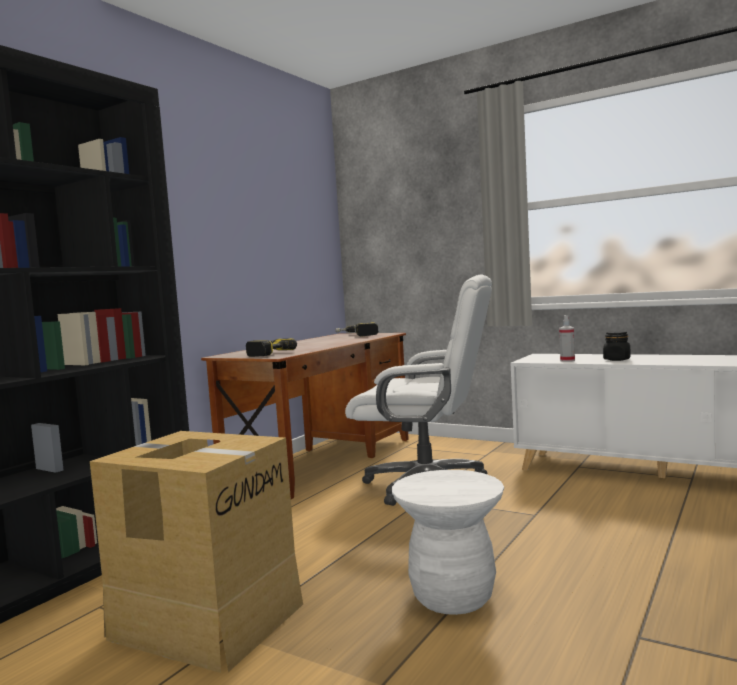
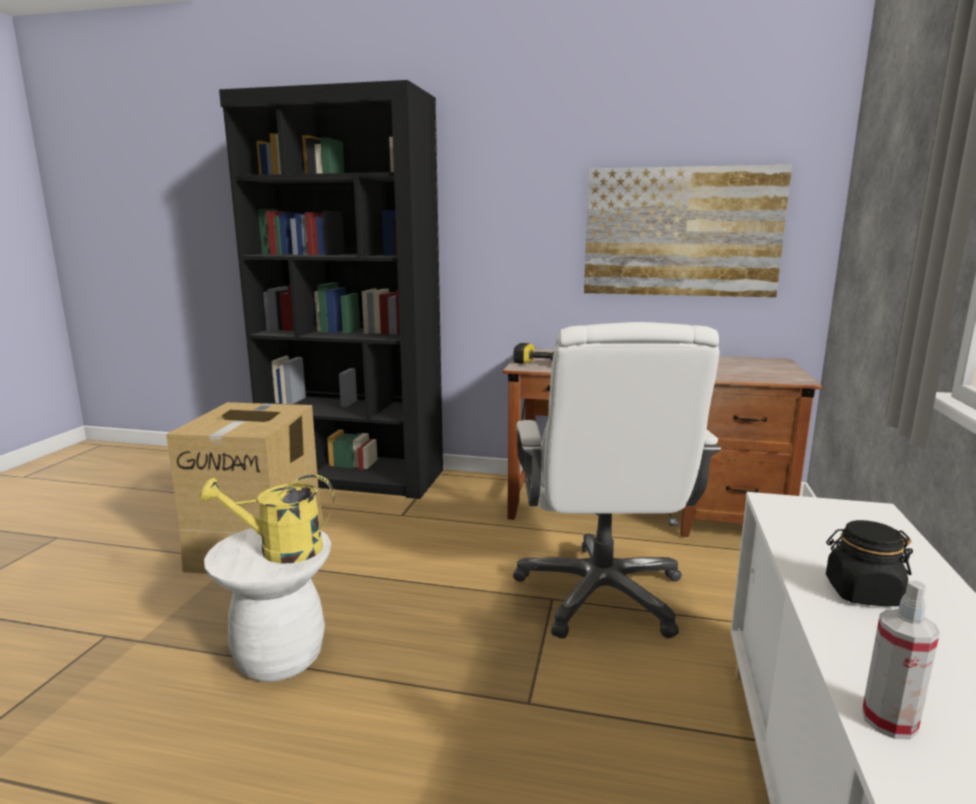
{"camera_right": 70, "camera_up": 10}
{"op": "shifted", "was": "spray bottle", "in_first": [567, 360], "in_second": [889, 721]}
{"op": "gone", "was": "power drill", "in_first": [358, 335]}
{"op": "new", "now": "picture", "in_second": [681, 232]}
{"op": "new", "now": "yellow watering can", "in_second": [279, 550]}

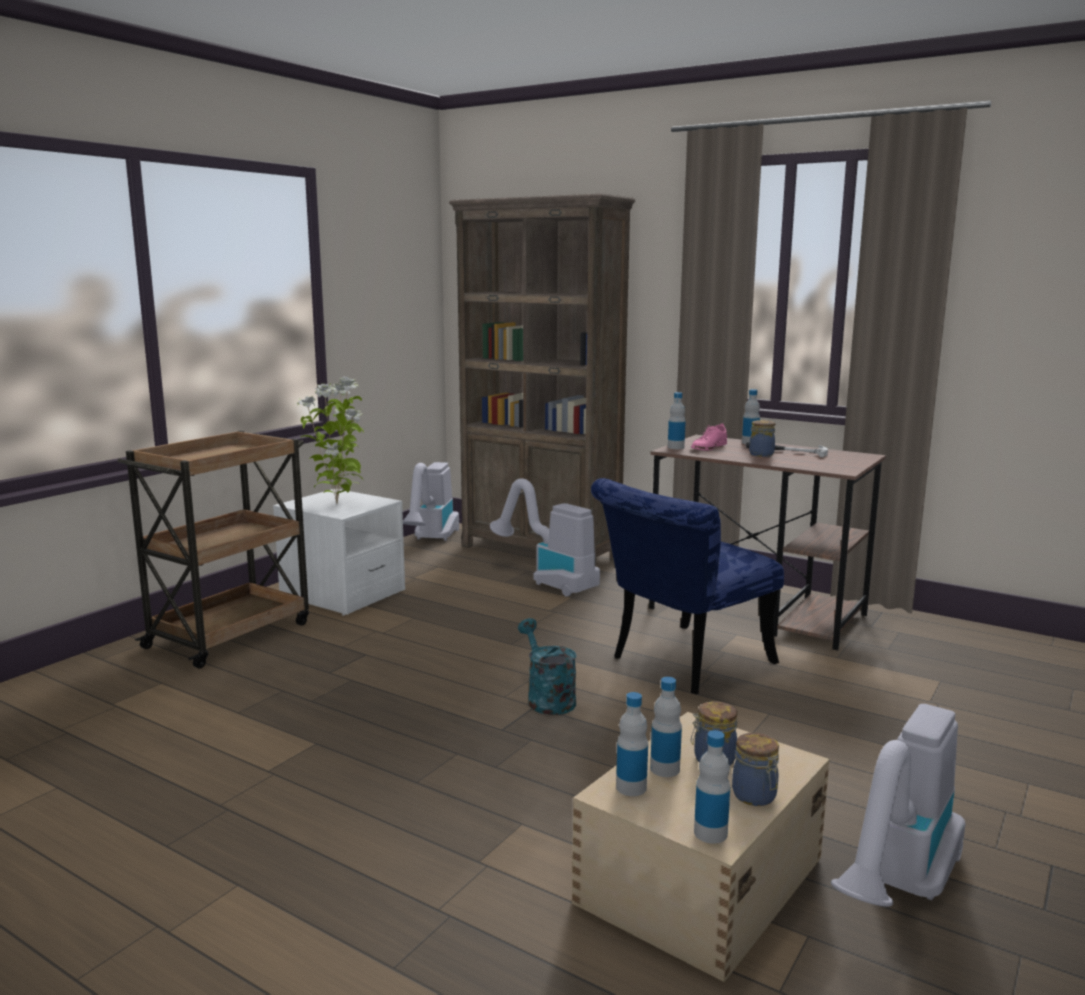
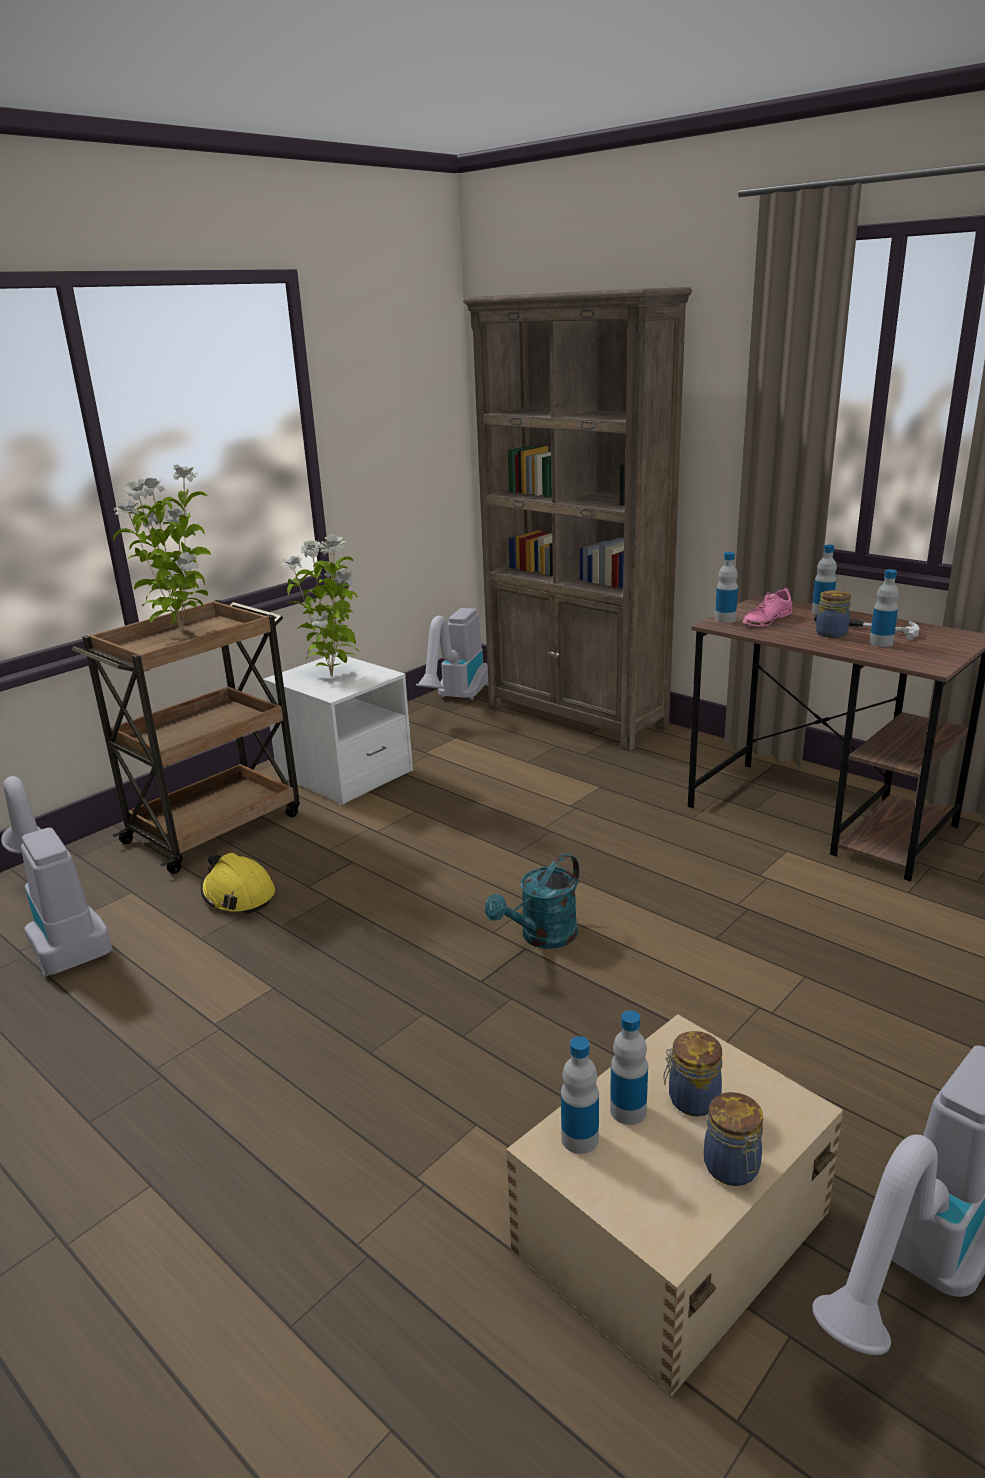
{"camera_right": 10, "camera_up": 10}
{"op": "shifted", "was": "vacuum cleaner", "in_first": [547, 580], "in_second": [59, 931]}
{"op": "gone", "was": "blue chair", "in_first": [681, 663]}
{"op": "rotated", "was": "turquoise watering can", "in_first": [547, 698], "in_second": [542, 937], "clockwise": -120}
{"op": "shifted", "was": "bottle", "in_first": [710, 833], "in_second": [881, 643]}
{"op": "new", "now": "potted plant", "in_second": [181, 633]}
{"op": "new", "now": "yellow hard hat", "in_second": [238, 894]}

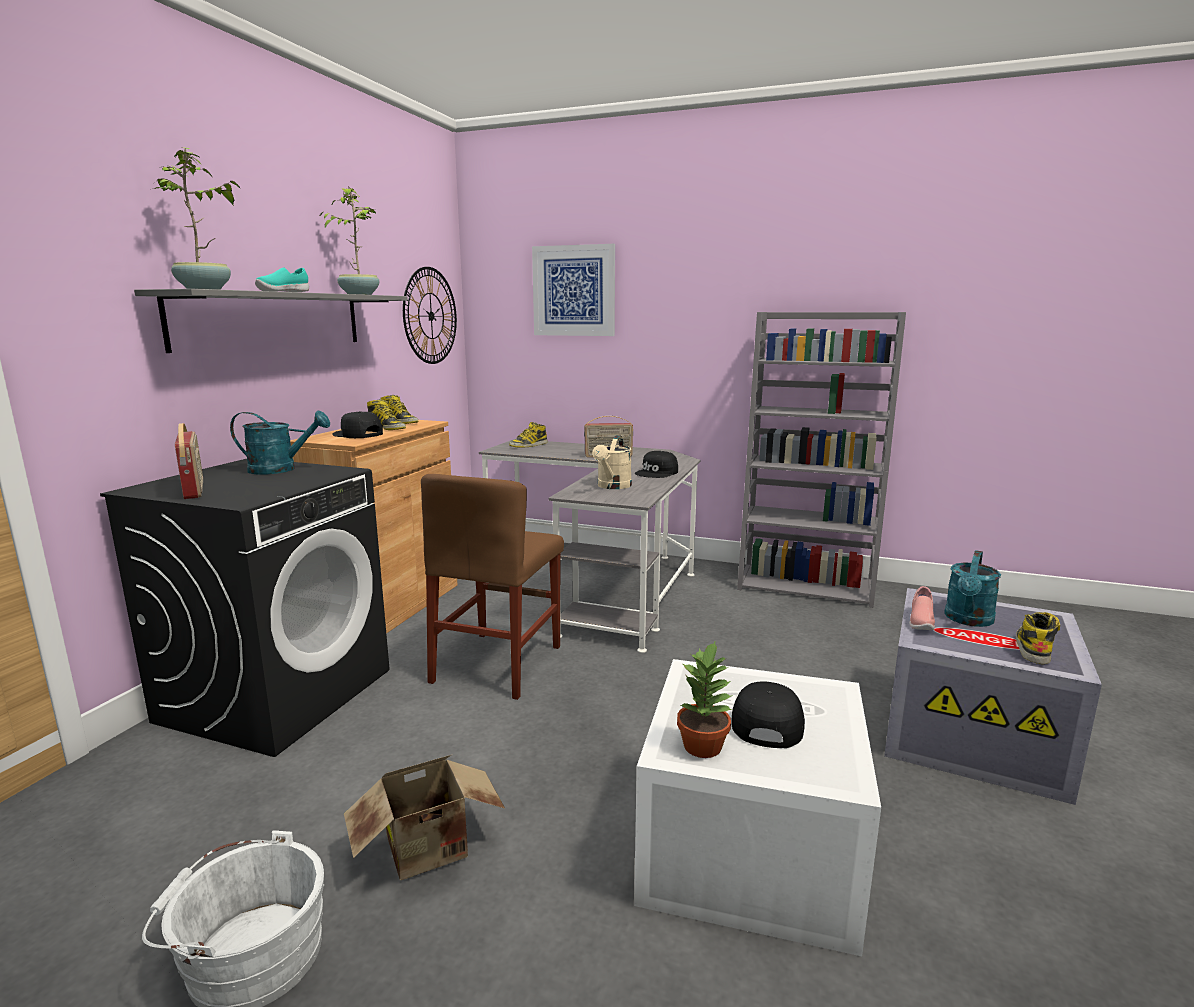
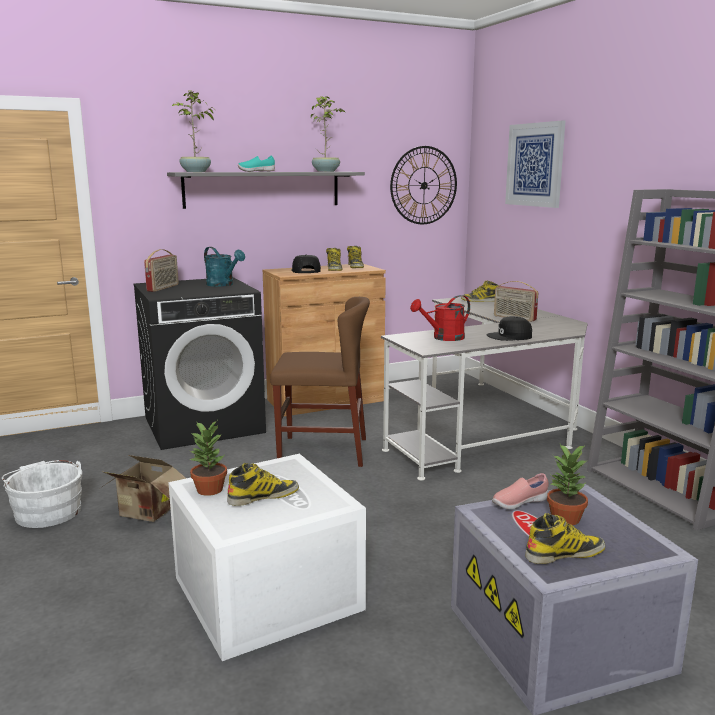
{"camera_right": 45, "camera_up": 0}
{"op": "repainted", "was": "beige watering can", "now": "red watering can", "in_first": [612, 486], "in_second": [443, 338]}
{"op": "rotated", "was": "brown chair", "in_first": [497, 663], "in_second": [323, 451], "clockwise": -150}
{"op": "swapped", "was": "turquoise watering can", "now": "potted plant", "in_first": [968, 620], "in_second": [566, 519]}
{"op": "swapped", "was": "black cap", "now": "boot", "in_first": [766, 722], "in_second": [263, 496]}

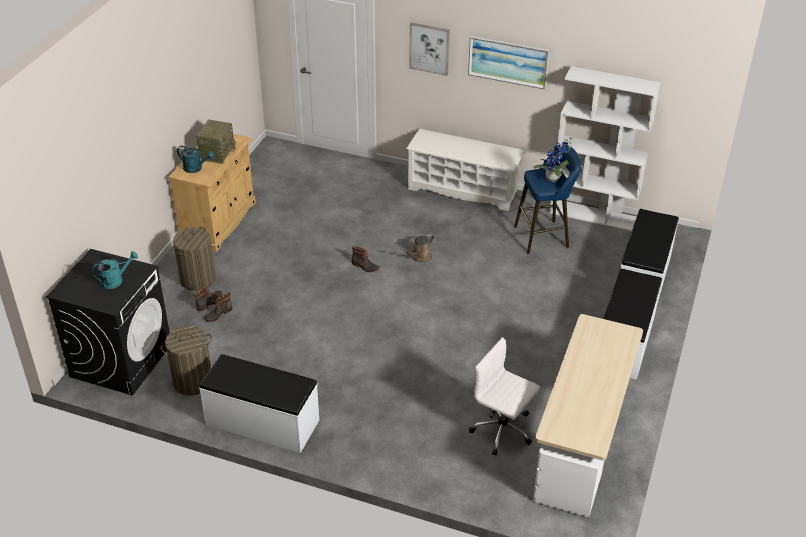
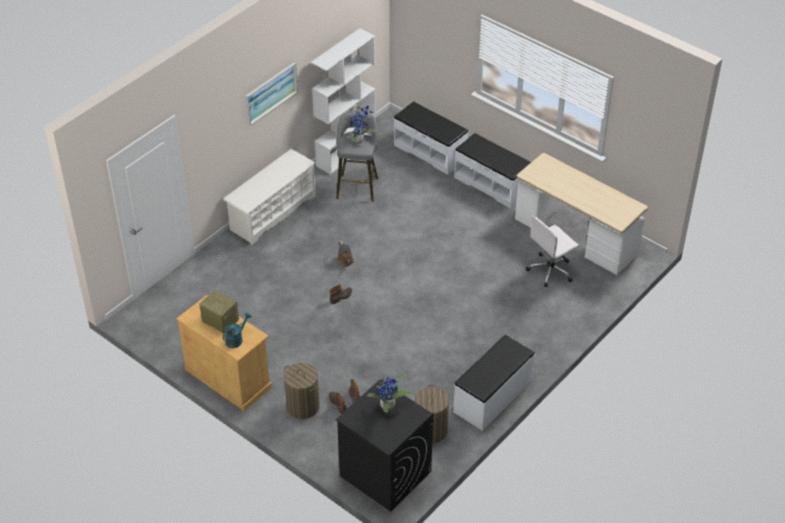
{"camera_right": -70, "camera_up": 5}
{"op": "gone", "was": "picture", "in_first": [429, 48]}
{"op": "repainted", "was": "blue stool", "now": "grey stool", "in_first": [544, 236], "in_second": [357, 186]}
{"op": "swapped", "was": "turquoise watering can", "now": "potted plant", "in_first": [116, 280], "in_second": [388, 407]}

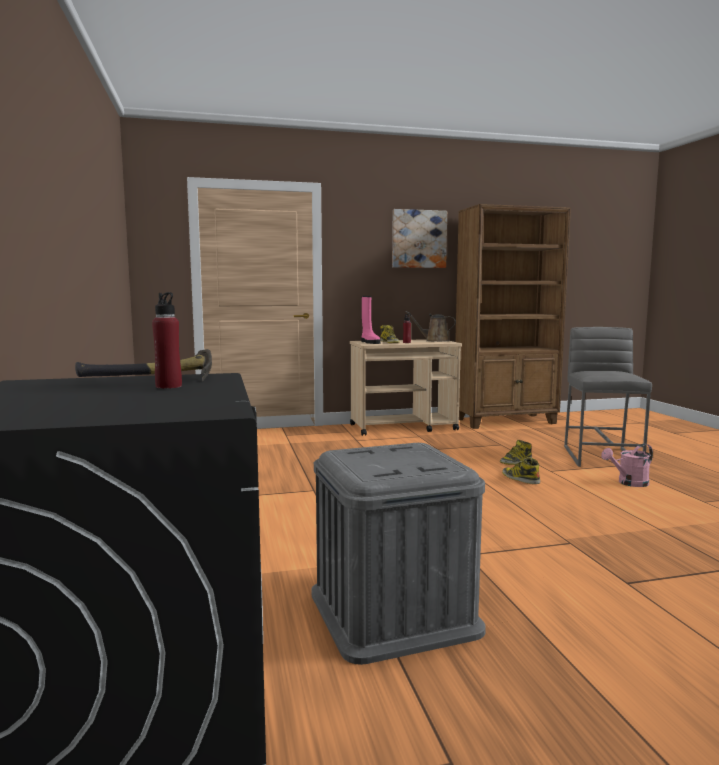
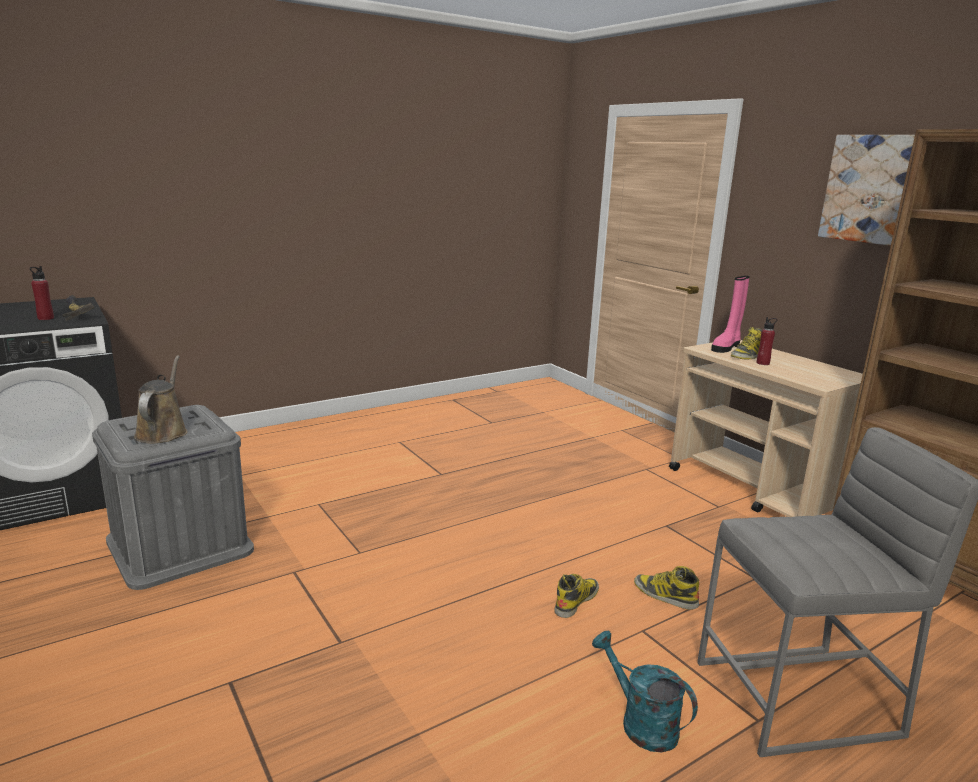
{"camera_right": 70, "camera_up": 10}
{"op": "shifted", "was": "brown watering can", "in_first": [434, 341], "in_second": [163, 432]}
{"op": "repainted", "was": "pink watering can", "now": "turquoise watering can", "in_first": [629, 483], "in_second": [640, 722]}

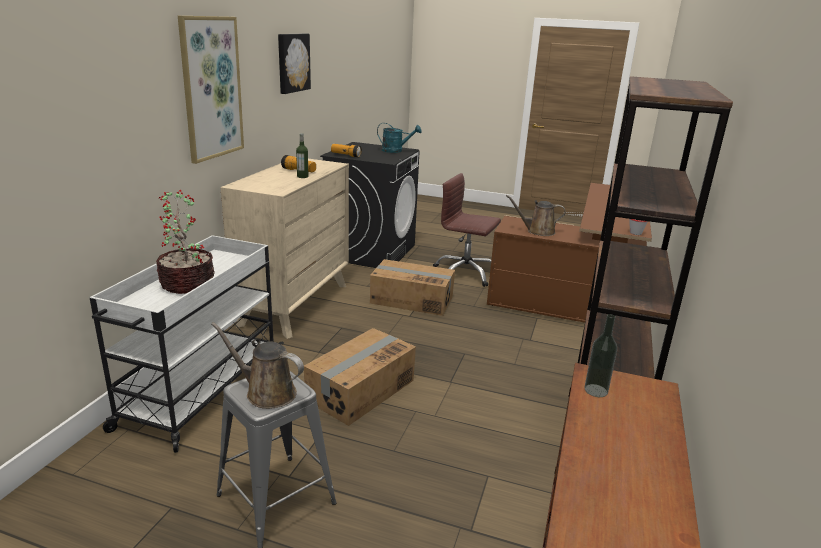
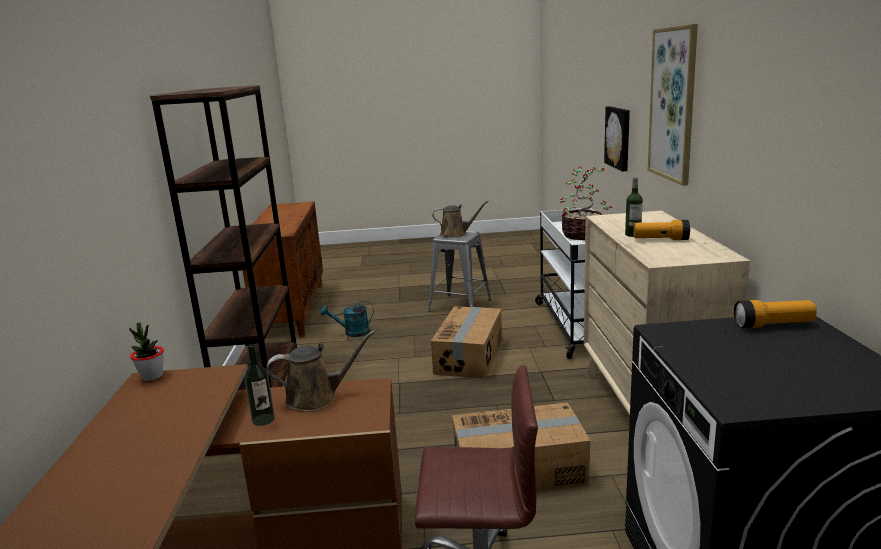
{"camera_right": 160, "camera_up": -5}
{"op": "shifted", "was": "picture", "in_first": [292, 62], "in_second": [619, 137]}
{"op": "shifted", "was": "turquoise watering can", "in_first": [396, 151], "in_second": [352, 333]}
{"op": "shifted", "was": "bottle", "in_first": [596, 390], "in_second": [263, 419]}

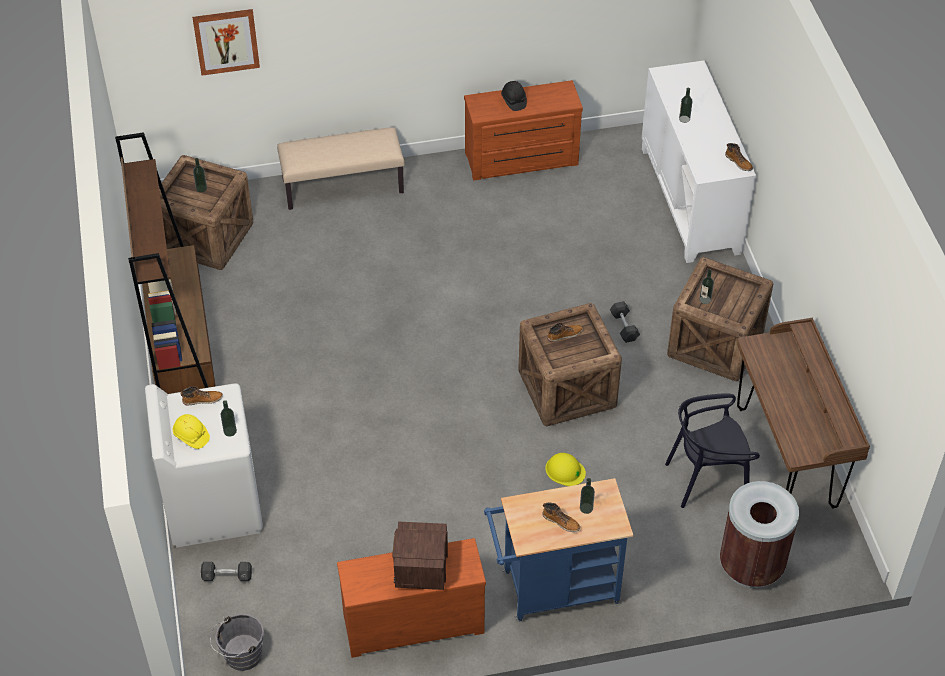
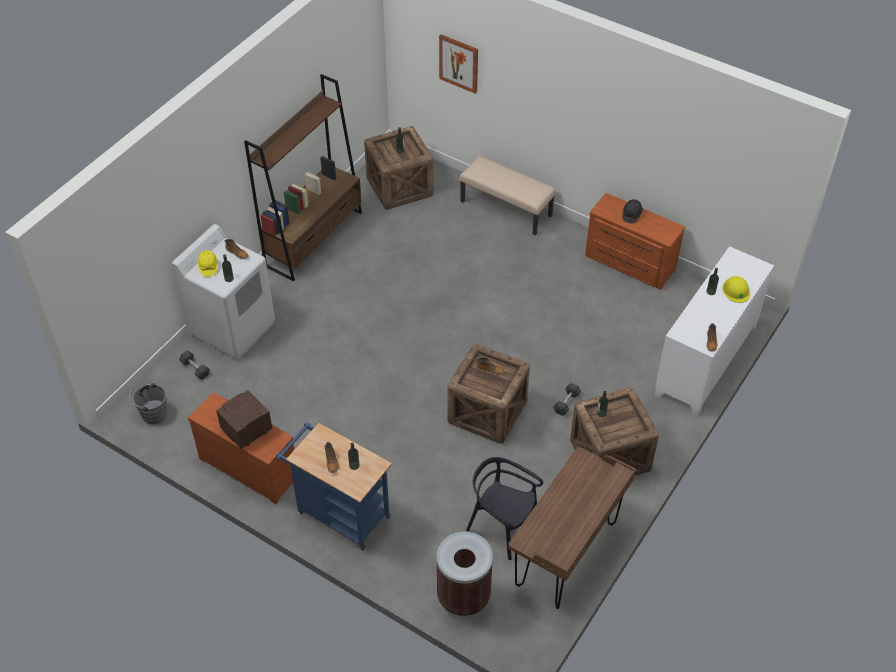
{"camera_right": 45, "camera_up": 0}
{"op": "shifted", "was": "yellow hard hat", "in_first": [565, 470], "in_second": [736, 290]}

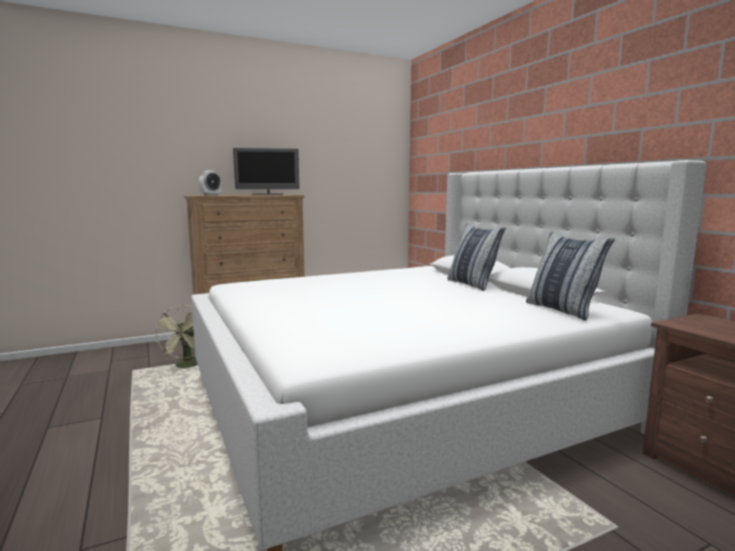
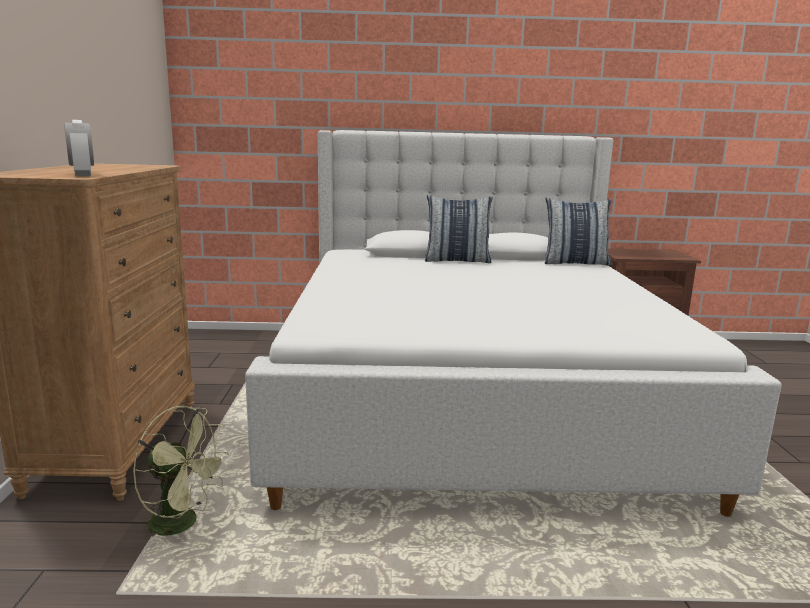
{"camera_right": -65, "camera_up": 5}
{"op": "gone", "was": "monitor", "in_first": [267, 194]}

